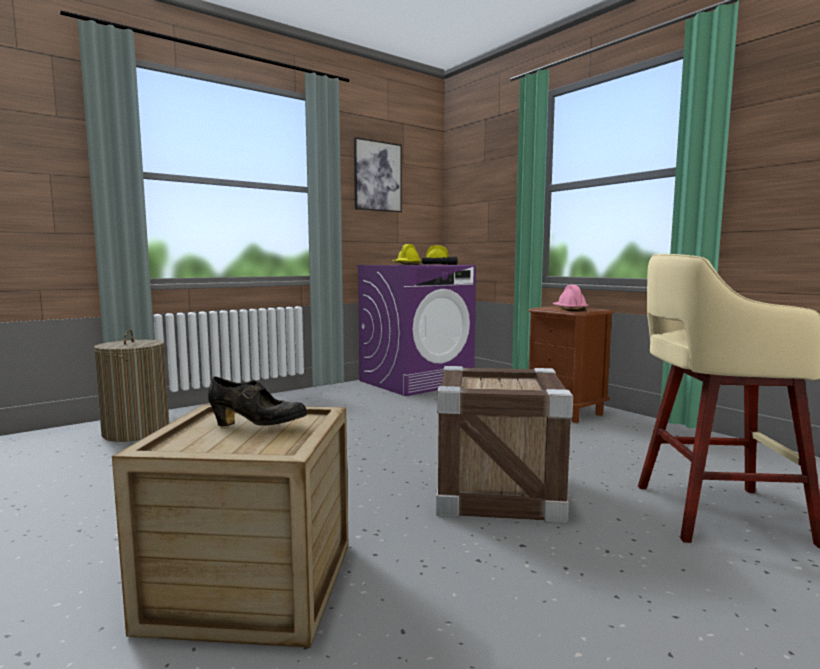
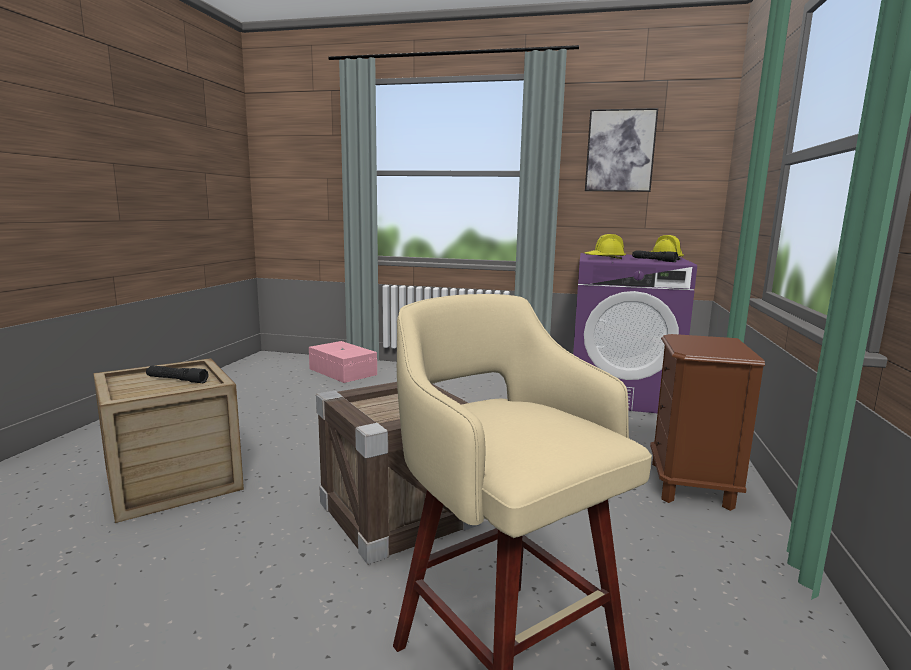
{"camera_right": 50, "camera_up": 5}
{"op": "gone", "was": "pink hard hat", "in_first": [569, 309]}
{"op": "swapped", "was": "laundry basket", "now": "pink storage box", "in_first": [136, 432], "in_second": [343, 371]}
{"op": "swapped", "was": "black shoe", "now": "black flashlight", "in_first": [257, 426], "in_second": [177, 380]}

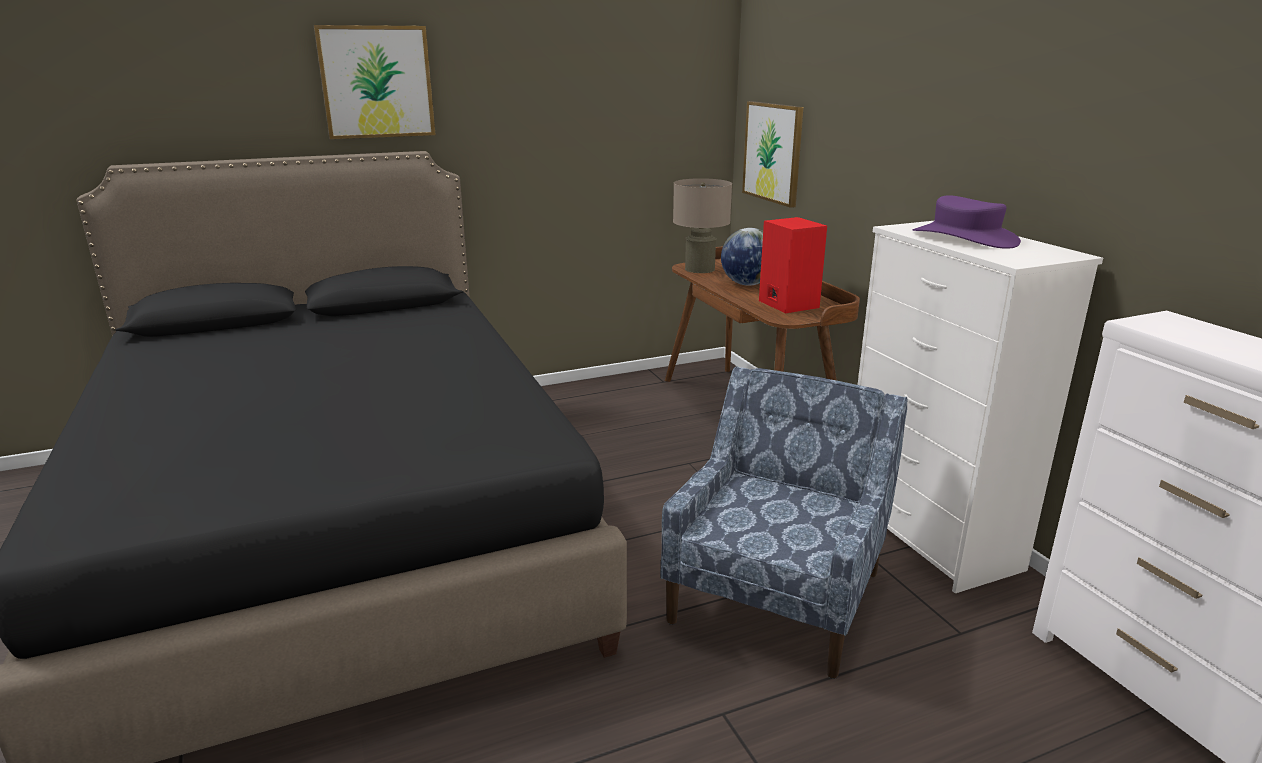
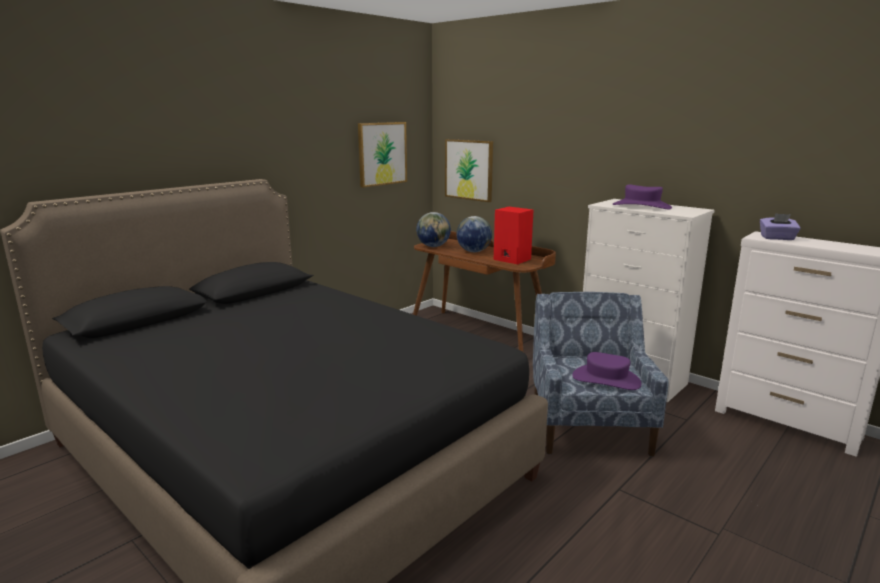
{"camera_right": -25, "camera_up": -5}
{"op": "shifted", "was": "picture", "in_first": [376, 82], "in_second": [382, 153]}
{"op": "swapped", "was": "beige table lamp", "now": "globe", "in_first": [700, 269], "in_second": [433, 246]}
{"op": "new", "now": "purple tissue box", "in_second": [777, 238]}
{"op": "new", "now": "purple hat", "in_second": [606, 379]}

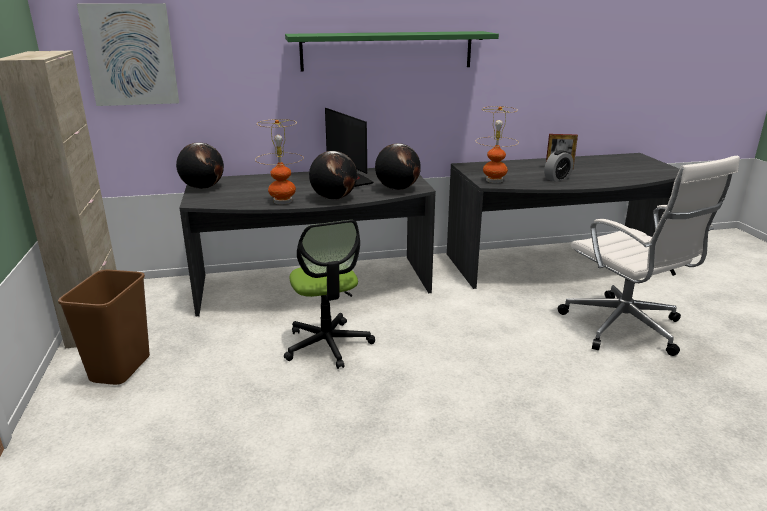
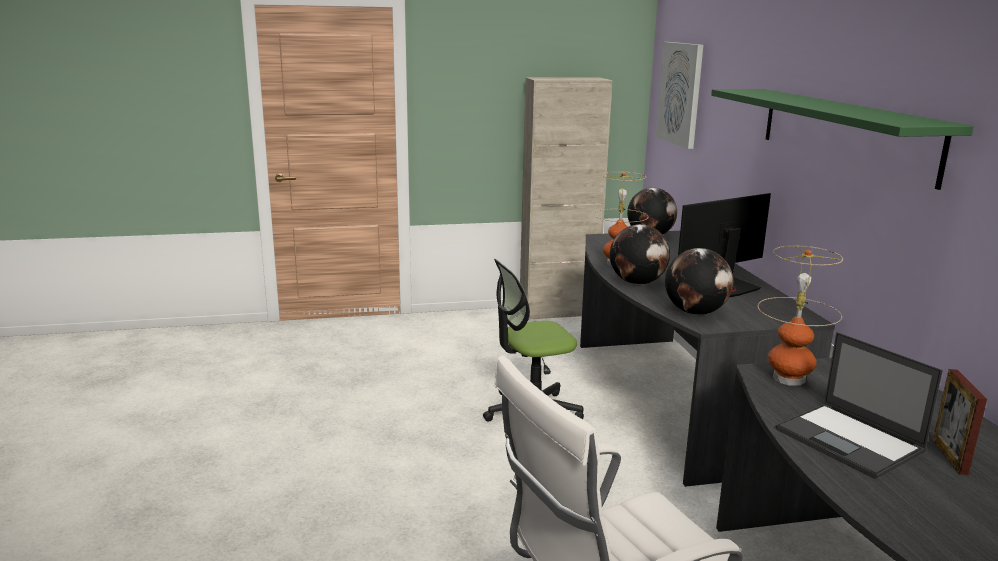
{"camera_right": 90, "camera_up": -5}
{"op": "swapped", "was": "alarm clock", "now": "laptop", "in_first": [557, 178], "in_second": [850, 441]}
{"op": "gone", "was": "brown trash can", "in_first": [120, 368]}

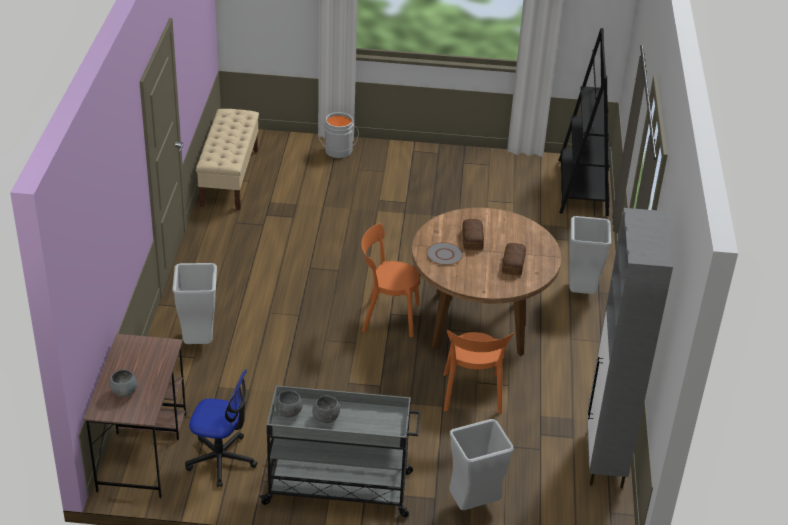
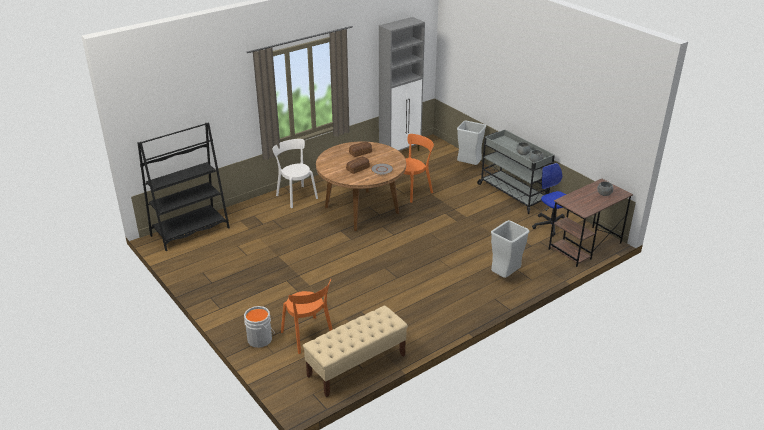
{"camera_right": -130, "camera_up": -5}
{"op": "swapped", "was": "grey trash can", "now": "white chair", "in_first": [581, 291], "in_second": [296, 196]}
{"op": "shifted", "was": "orange chair", "in_first": [387, 316], "in_second": [308, 336]}

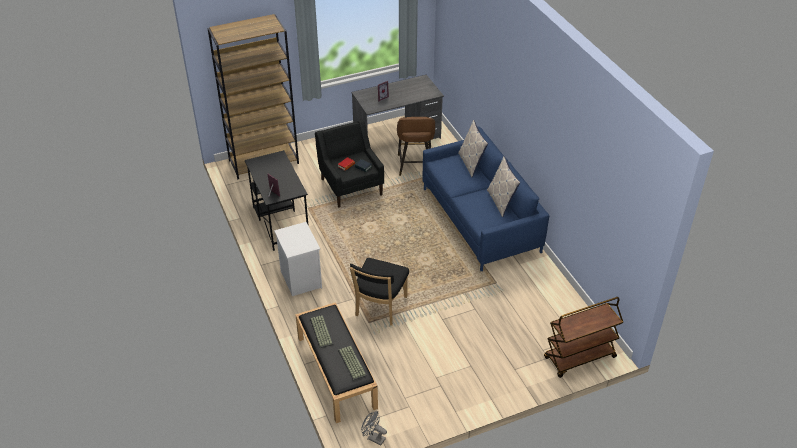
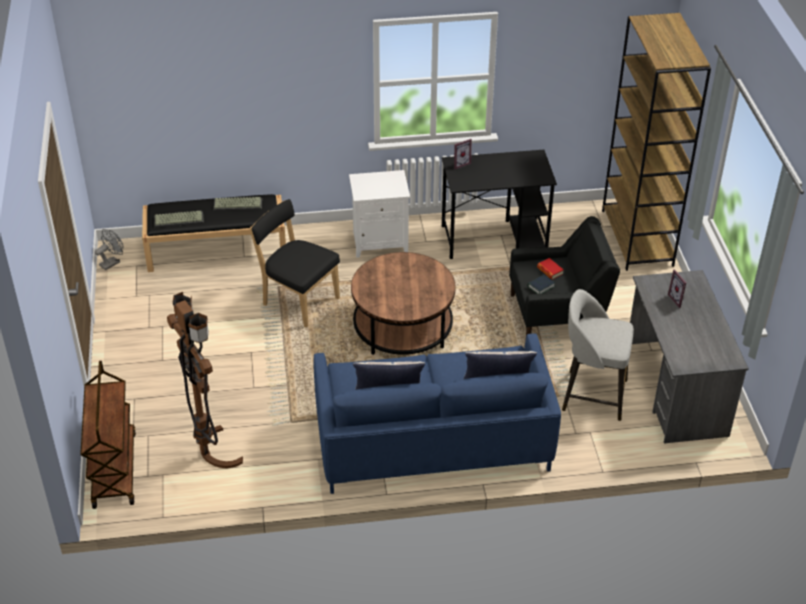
{"camera_right": 105, "camera_up": 0}
{"op": "repainted", "was": "brown stool", "now": "grey stool", "in_first": [415, 165], "in_second": [592, 394]}
{"op": "new", "now": "brown coffee table", "in_second": [402, 327]}
{"op": "new", "now": "brown floor lamp", "in_second": [209, 454]}

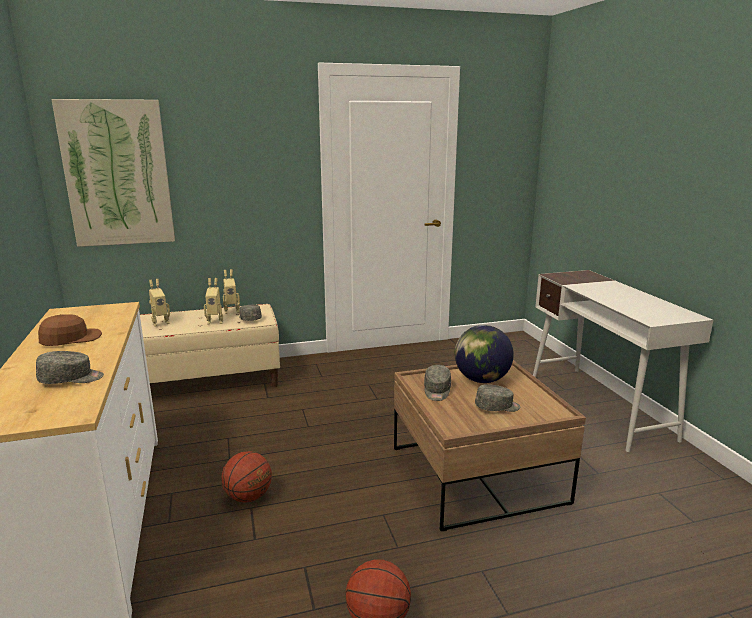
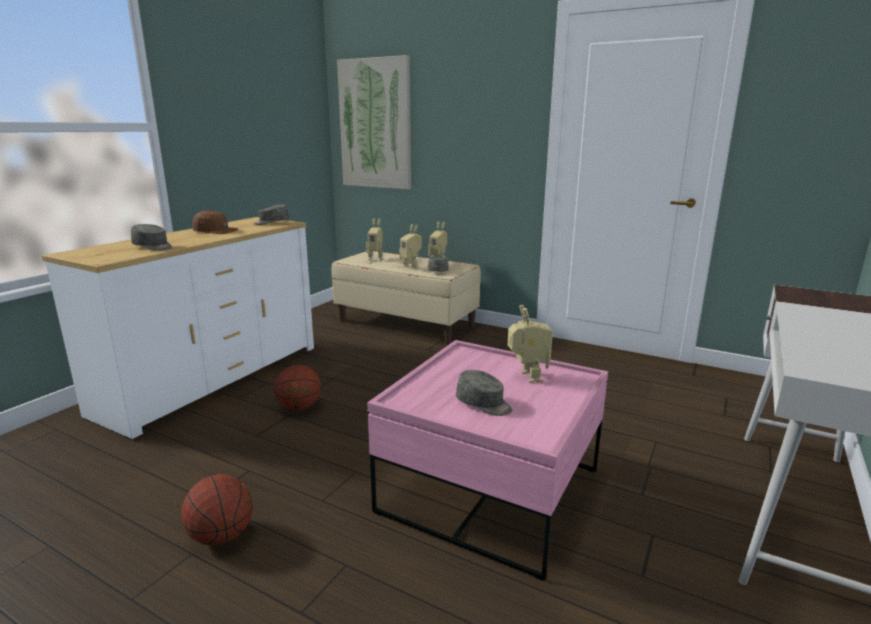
{"camera_right": 45, "camera_up": 0}
{"op": "swapped", "was": "globe", "now": "toy robot", "in_first": [481, 380], "in_second": [527, 377]}
{"op": "repainted", "was": "brown coffee table", "now": "pink coffee table", "in_first": [476, 474], "in_second": [490, 490]}
{"op": "shifted", "was": "grey cap", "in_first": [437, 391], "in_second": [271, 222]}

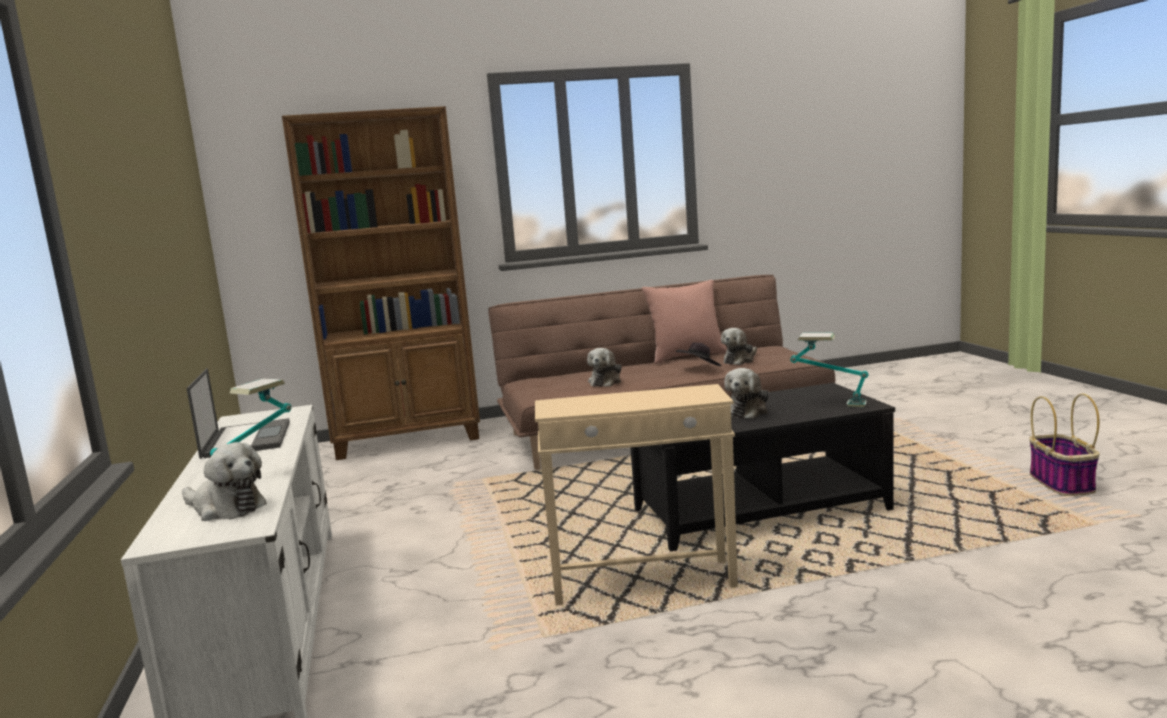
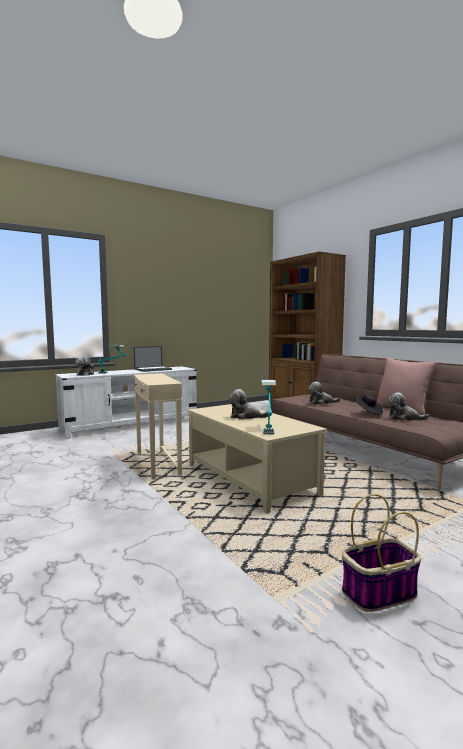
{"camera_right": 70, "camera_up": -5}
{"op": "repainted", "was": "black coffee table", "now": "beige coffee table", "in_first": [759, 510], "in_second": [250, 479]}

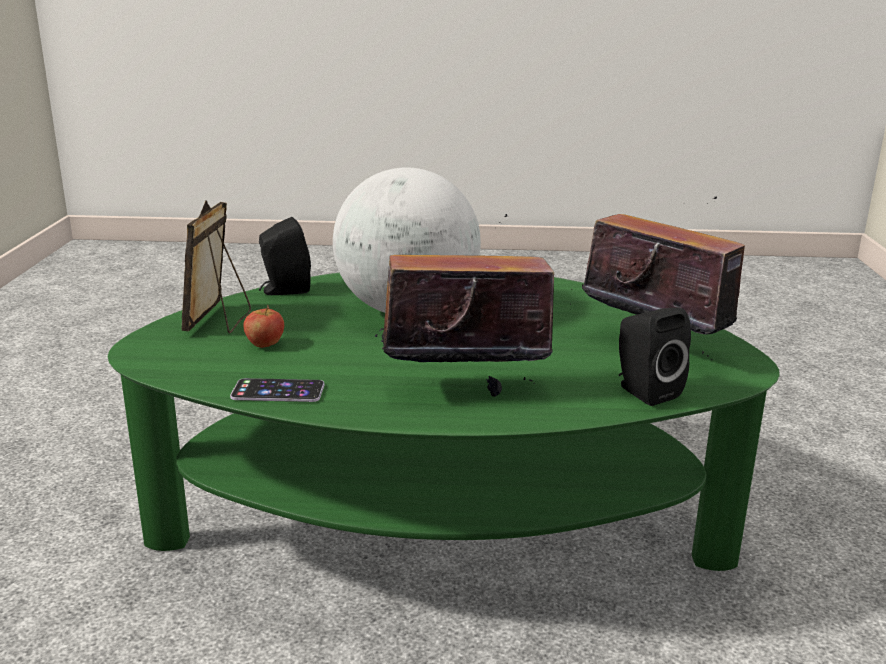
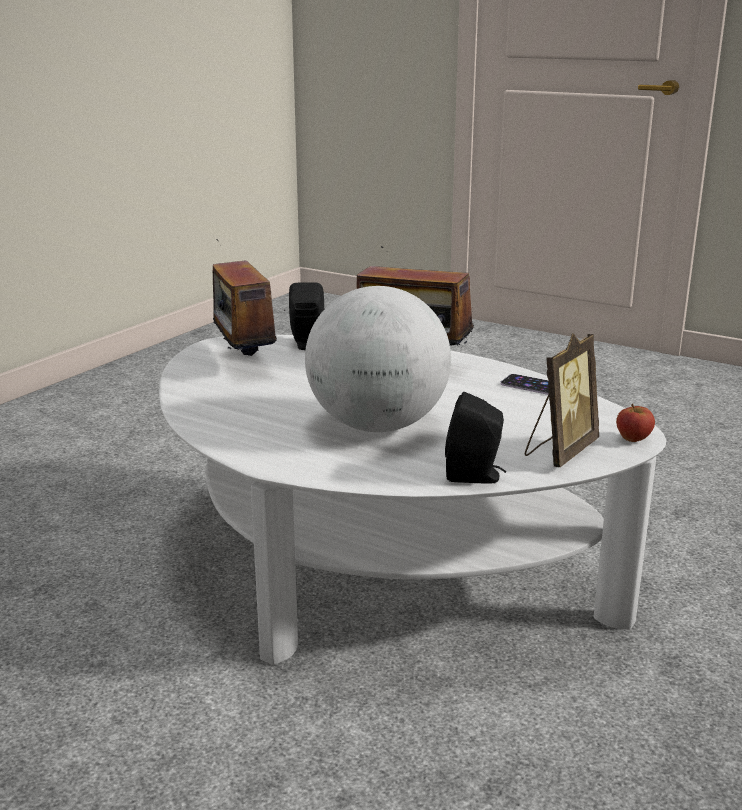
{"camera_right": -150, "camera_up": 0}
{"op": "repainted", "was": "green coffee table", "now": "white coffee table", "in_first": [440, 523], "in_second": [376, 567]}
{"op": "shifted", "was": "apple", "in_first": [265, 344], "in_second": [633, 439]}

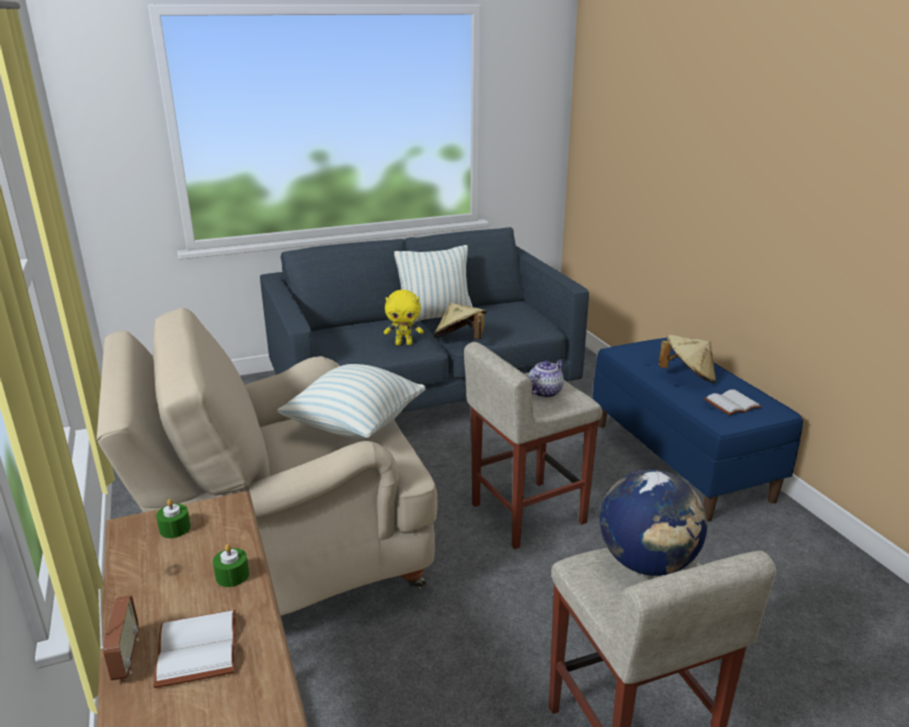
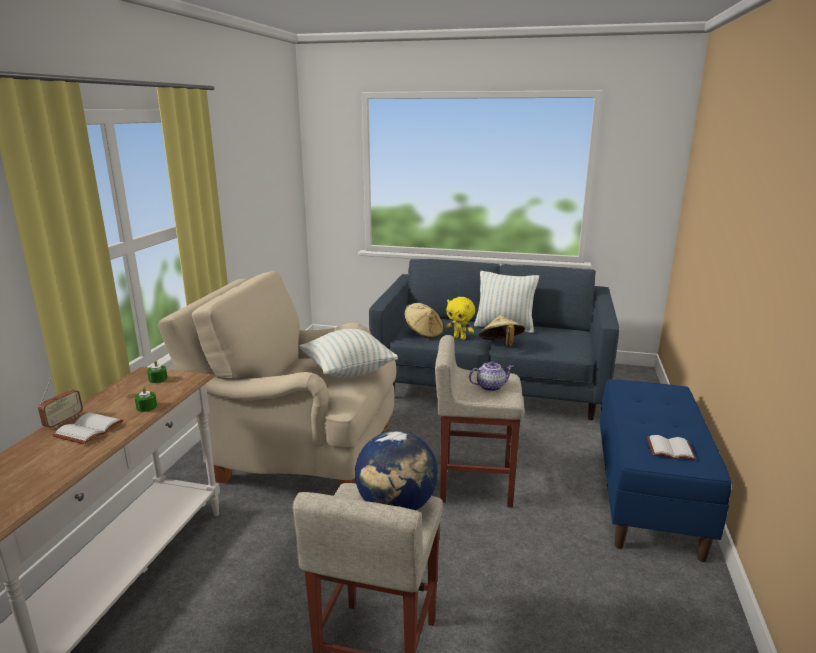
{"camera_right": 35, "camera_up": -5}
{"op": "shifted", "was": "beige hat", "in_first": [688, 377], "in_second": [423, 333]}

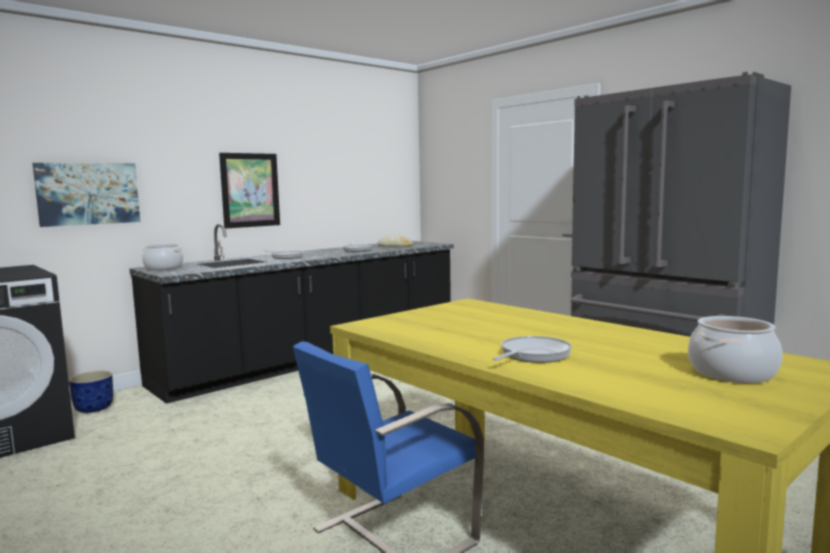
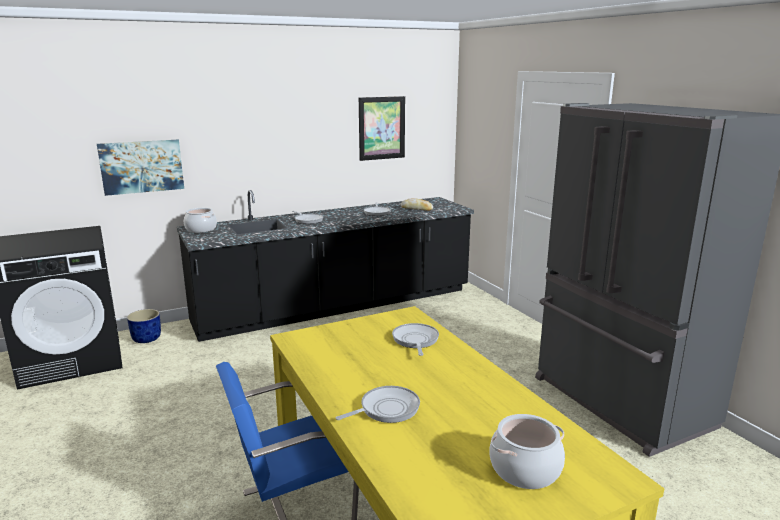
{"camera_right": 15, "camera_up": 10}
{"op": "shifted", "was": "picture", "in_first": [250, 190], "in_second": [381, 128]}
{"op": "new", "now": "frying pan", "in_second": [415, 340]}

